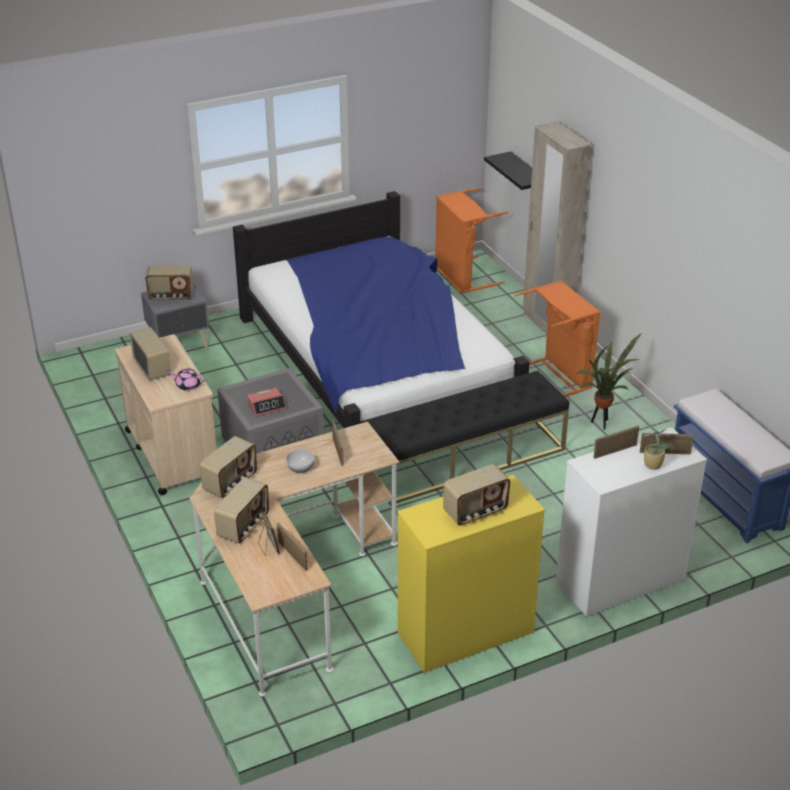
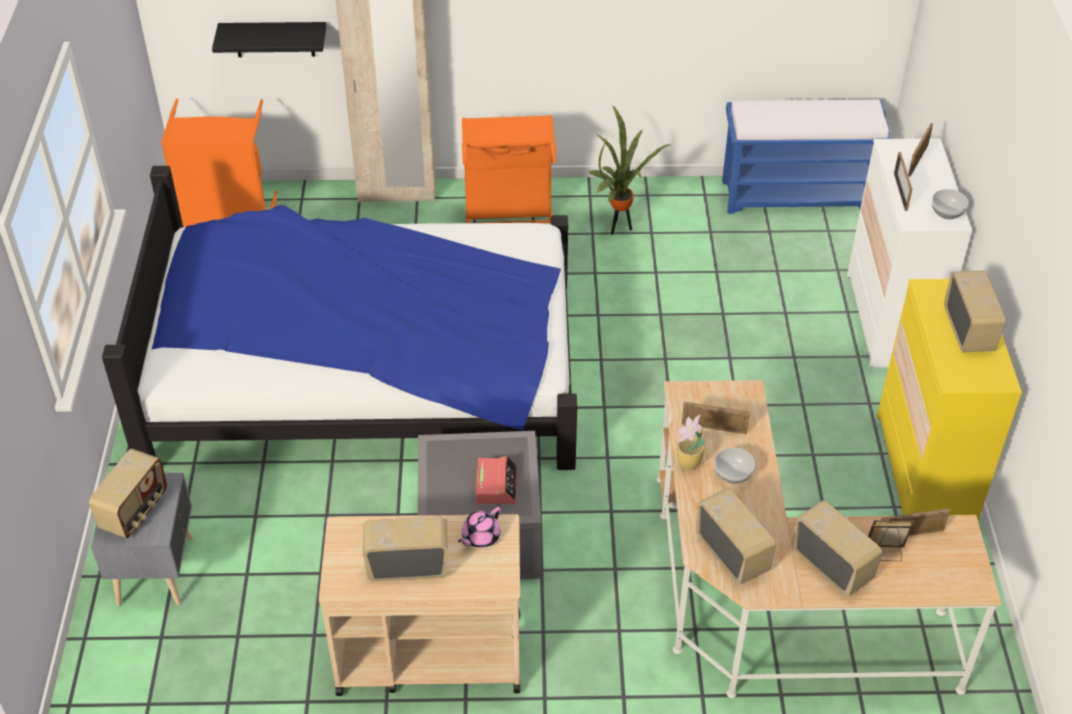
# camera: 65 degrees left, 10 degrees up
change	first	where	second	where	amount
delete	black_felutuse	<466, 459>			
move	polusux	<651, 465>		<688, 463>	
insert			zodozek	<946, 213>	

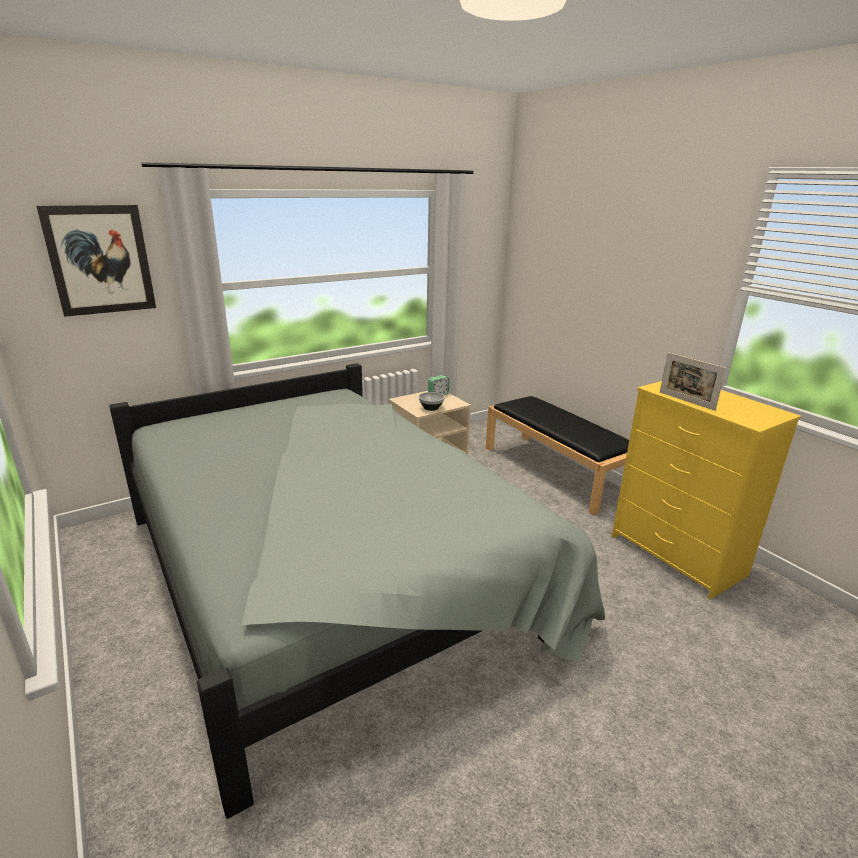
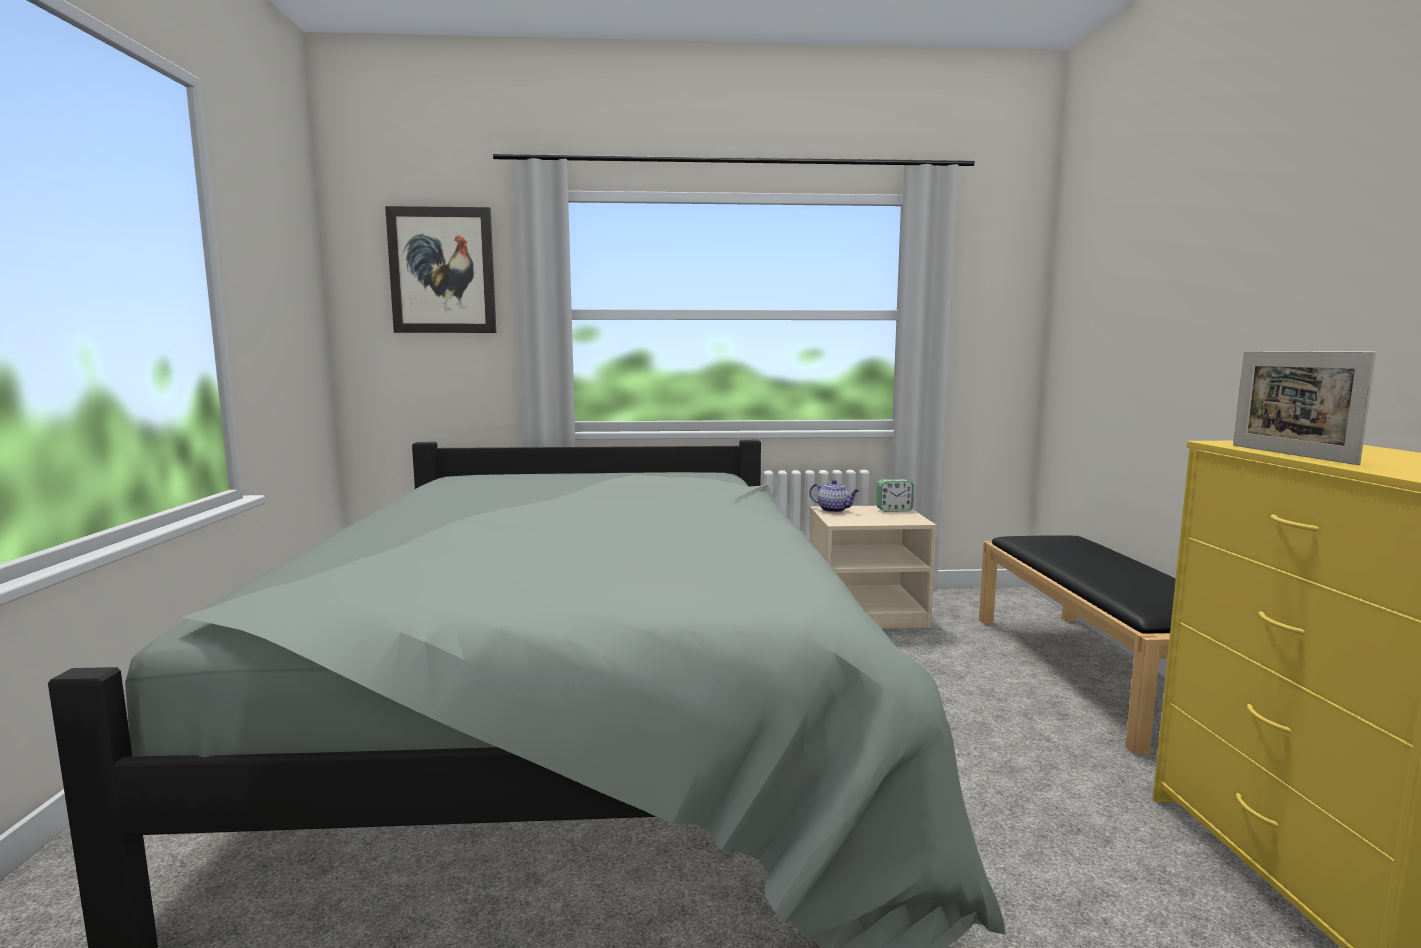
# camera: 30 degrees right, 15 degrees down
change	first	where	second	where	amount
delete	zodozek	<430, 408>			
insert			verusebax	<834, 510>	

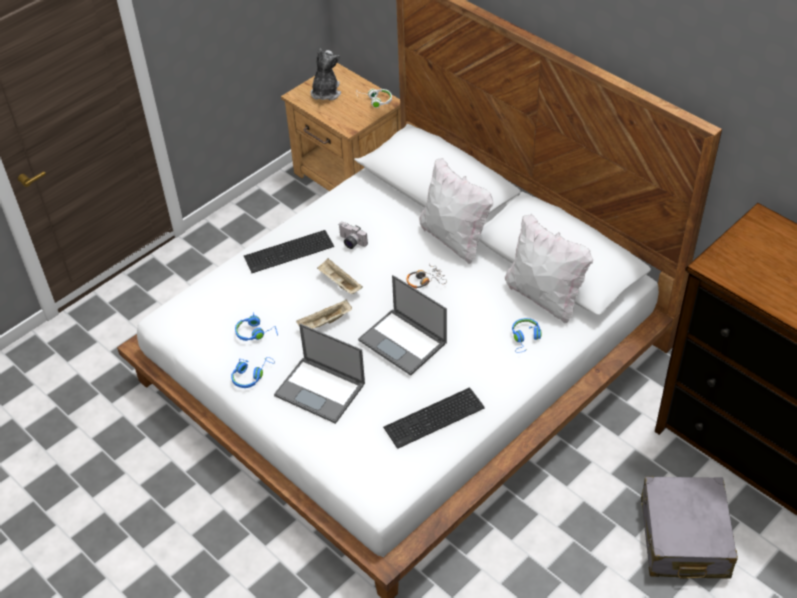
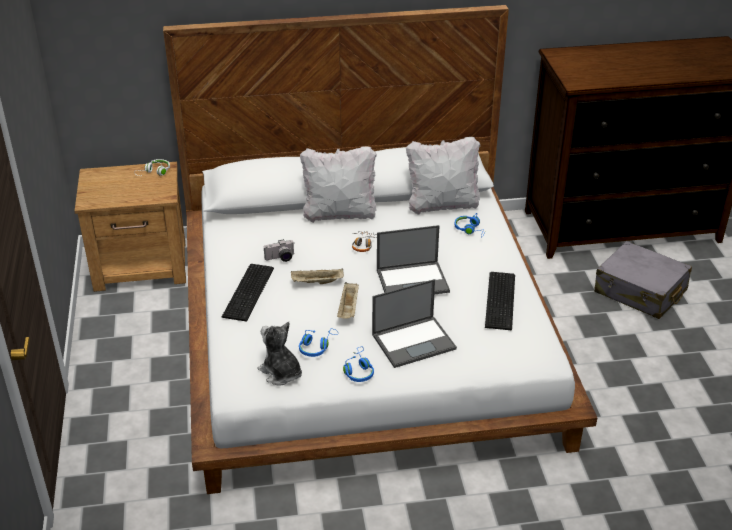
# camera: 55 degrees left, 10 degrees down
change	first	where	second	where	amount
move	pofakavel	<325, 92>		<281, 373>	

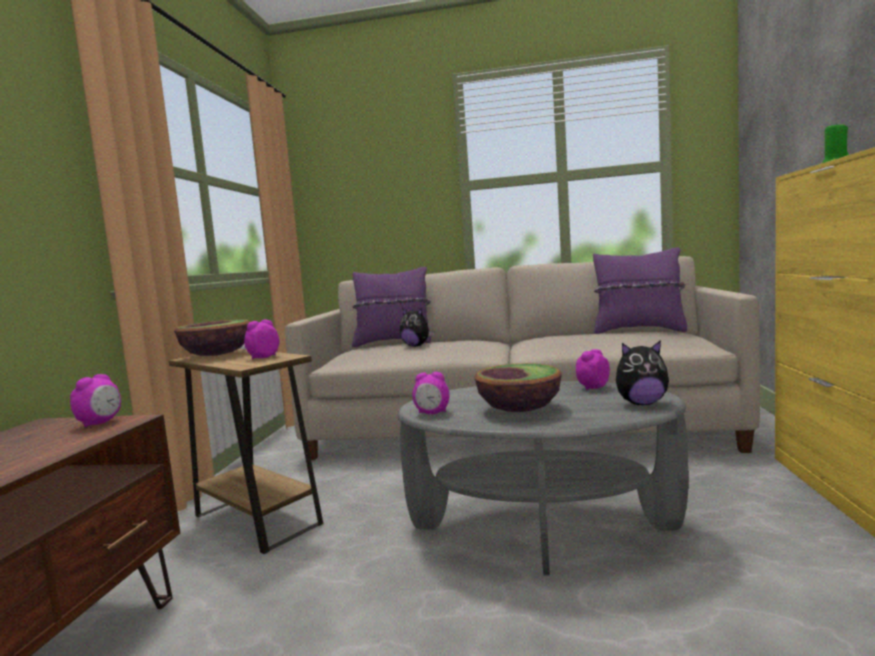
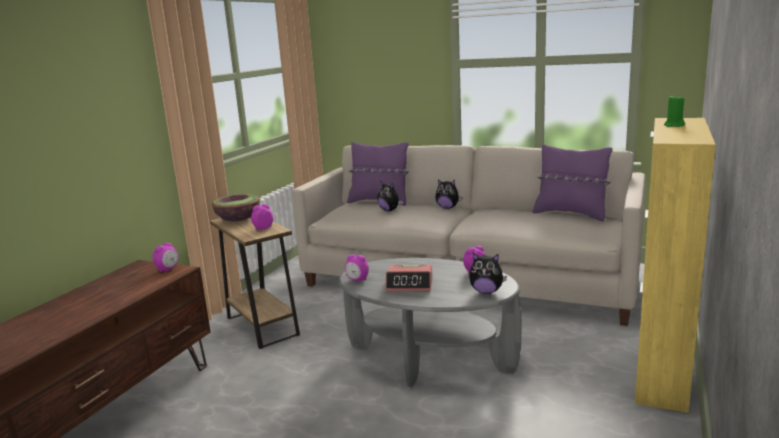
# camera: 15 degrees right, 10 degrees up
change	first	where	second	where	amount
replace	zodozek	<519, 409>	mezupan	<410, 285>	
insert			pofakavel	<448, 208>	

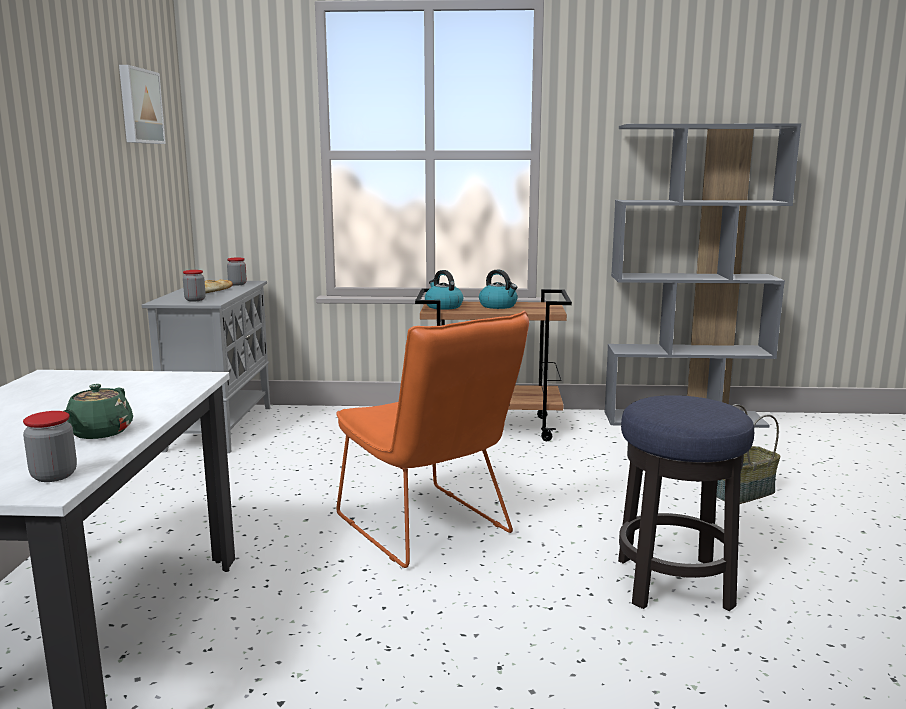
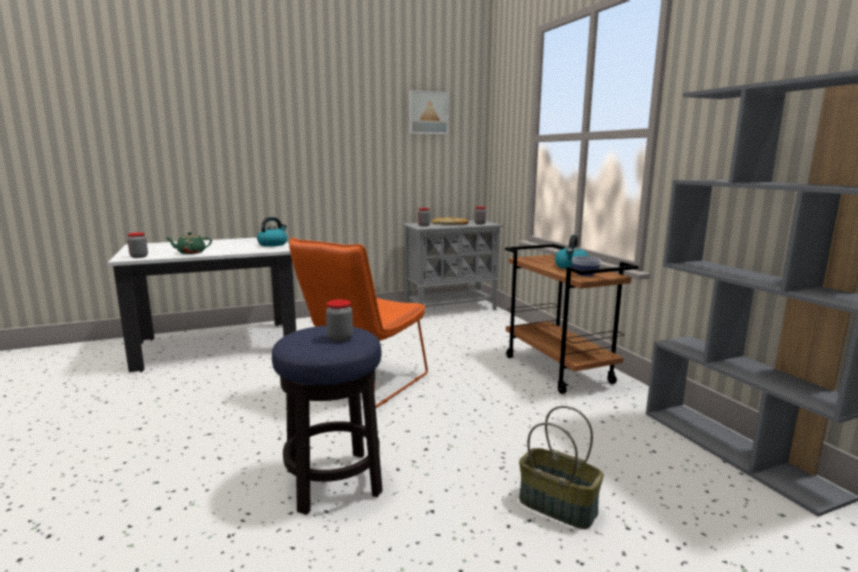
# camera: 65 degrees right, 0 degrees up
change	first	where	second	where	amount
move	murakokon	<443, 306>		<273, 244>	
insert			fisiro	<340, 338>	
insert			zodozek	<585, 274>	

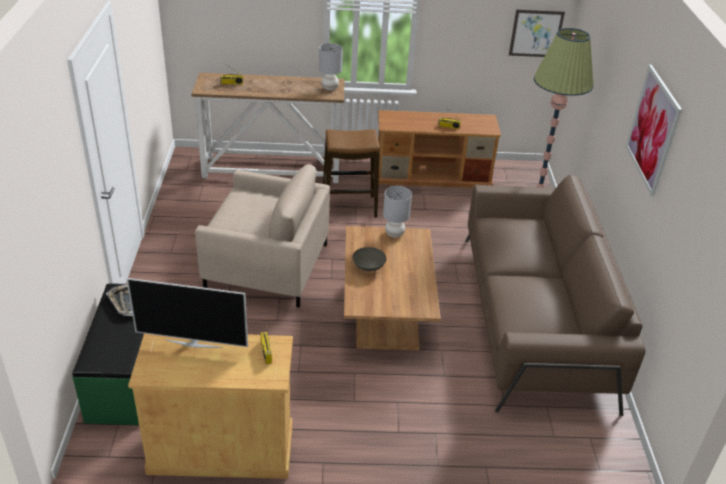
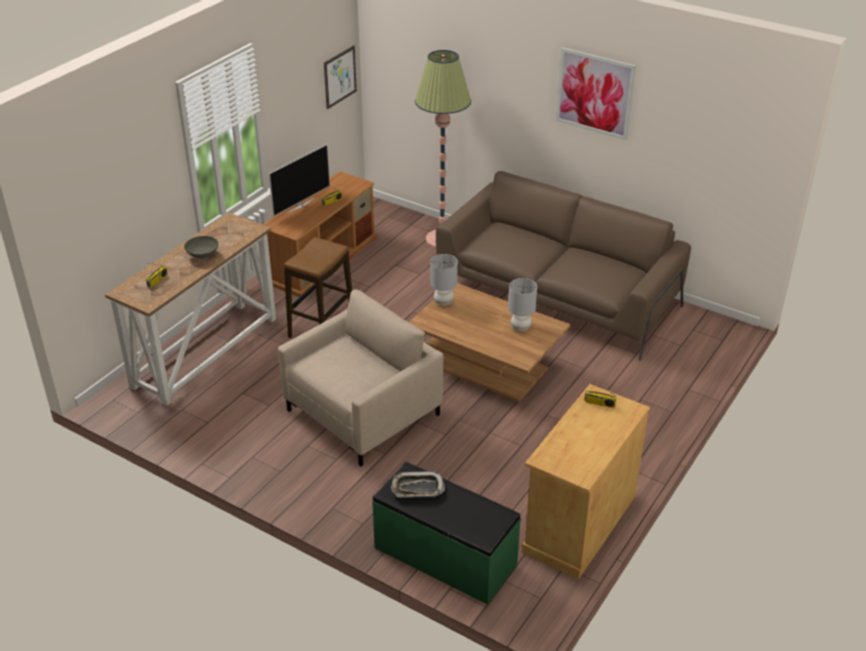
# camera: 55 degrees left, 0 degrees up
change	first	where	second	where	amount
move	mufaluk	<193, 343>		<300, 205>	
move	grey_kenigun	<330, 88>		<520, 327>	
move	grey_zodozek	<368, 267>		<202, 255>	

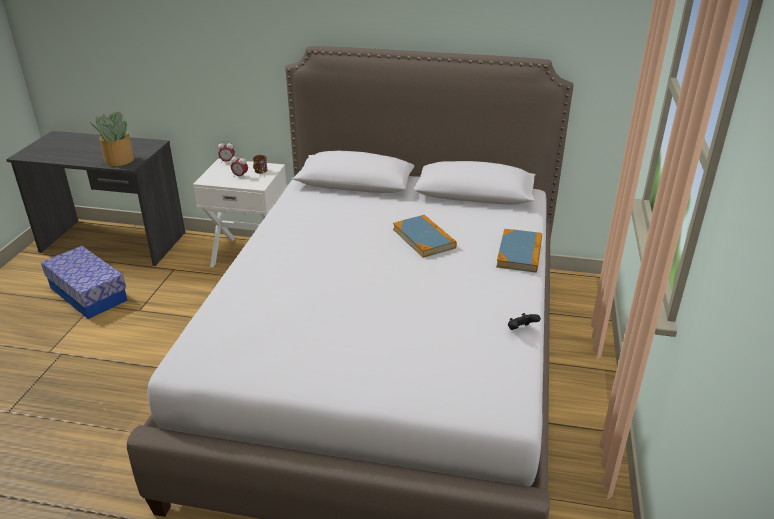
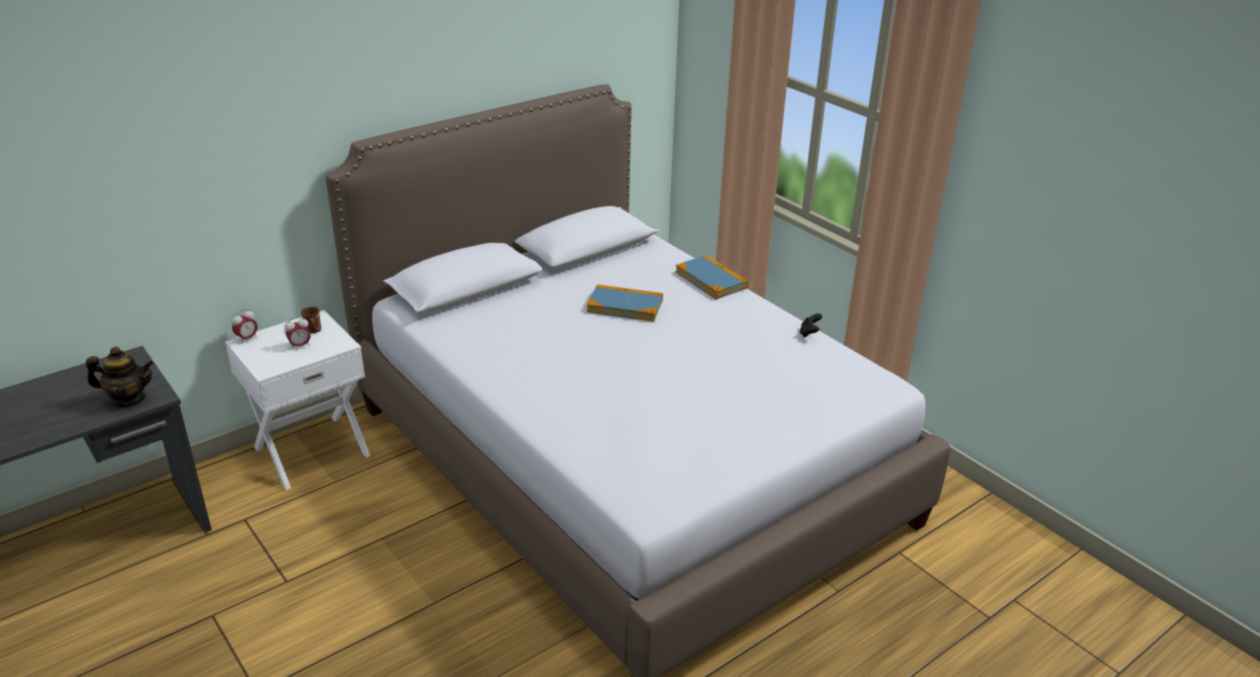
# camera: 50 degrees left, 0 degrees up
change	first	where	second	where	amount
delete	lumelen	<88, 294>			
replace	polusux	<118, 160>	verusebax	<128, 399>	

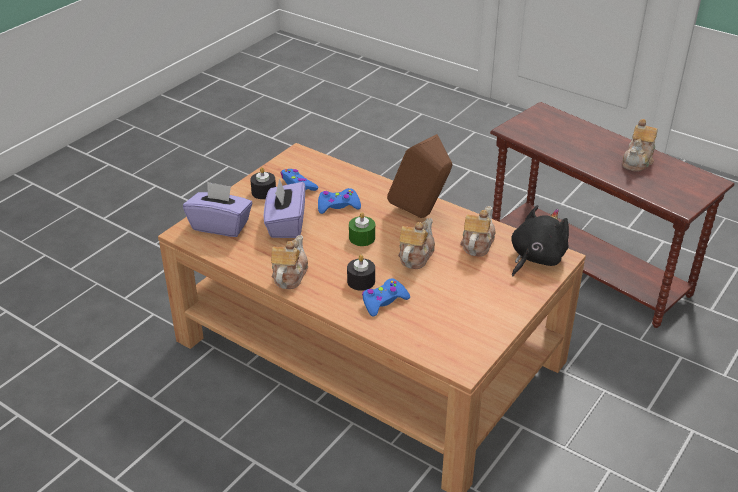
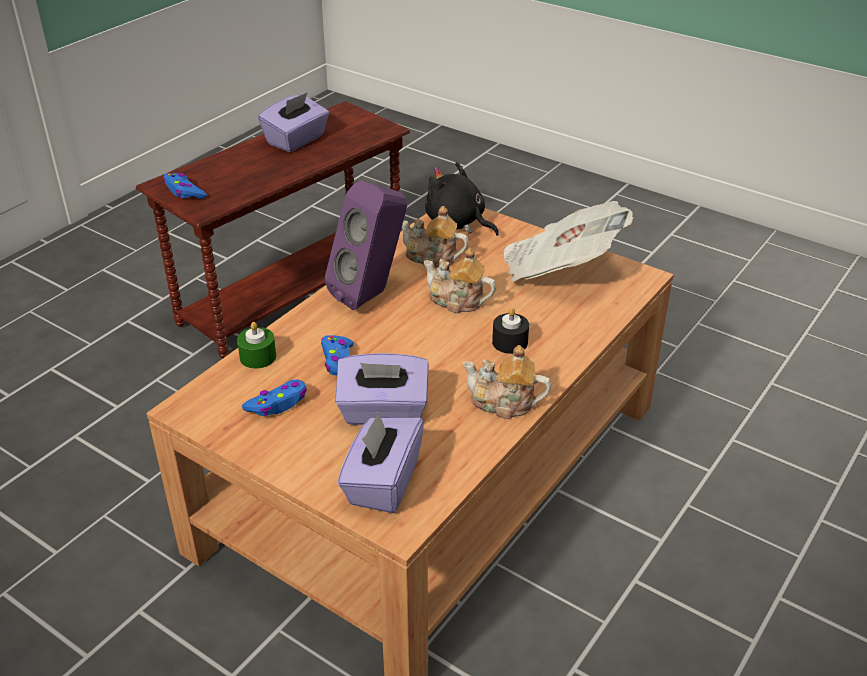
# camera: 90 degrees left, 0 degrees up
change	first	where	second	where	amount
delete	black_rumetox	<263, 192>			
move	green_rumetox	<362, 238>		<258, 357>	
move	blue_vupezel	<384, 301>		<184, 192>	
recolor	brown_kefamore	<421, 216>	purple_kefamore	<372, 295>	
replace	verusebax	<638, 161>	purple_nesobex	<296, 140>	
insert			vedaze	<559, 269>	

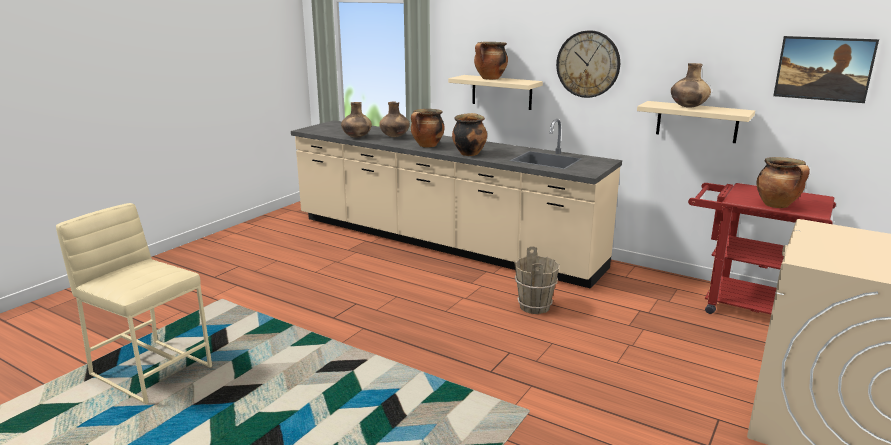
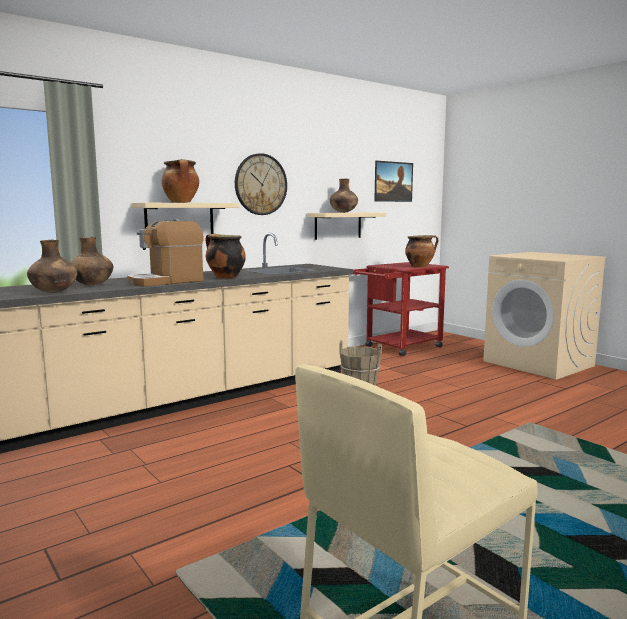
# camera: 70 degrees left, 10 degrees down
change	first	where	second	where	amount
replace	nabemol	<427, 146>	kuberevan	<166, 281>	

